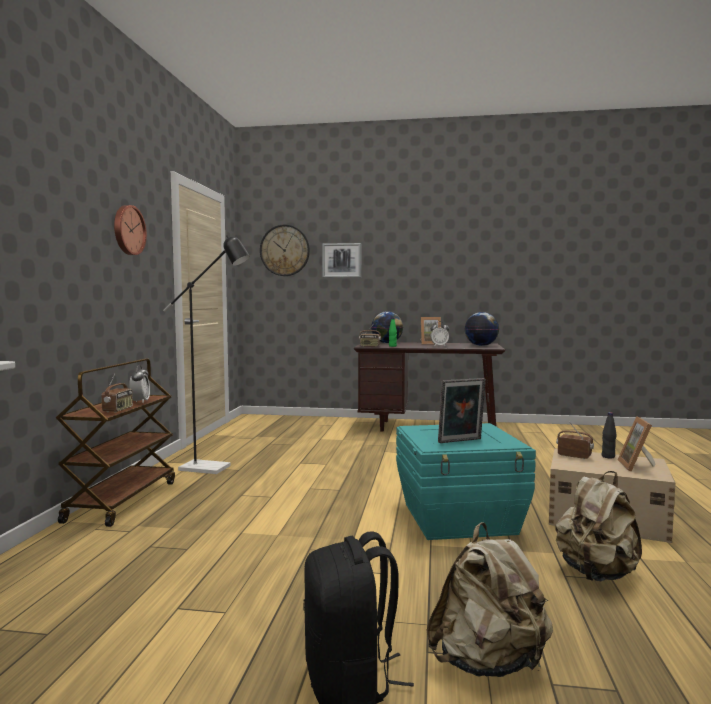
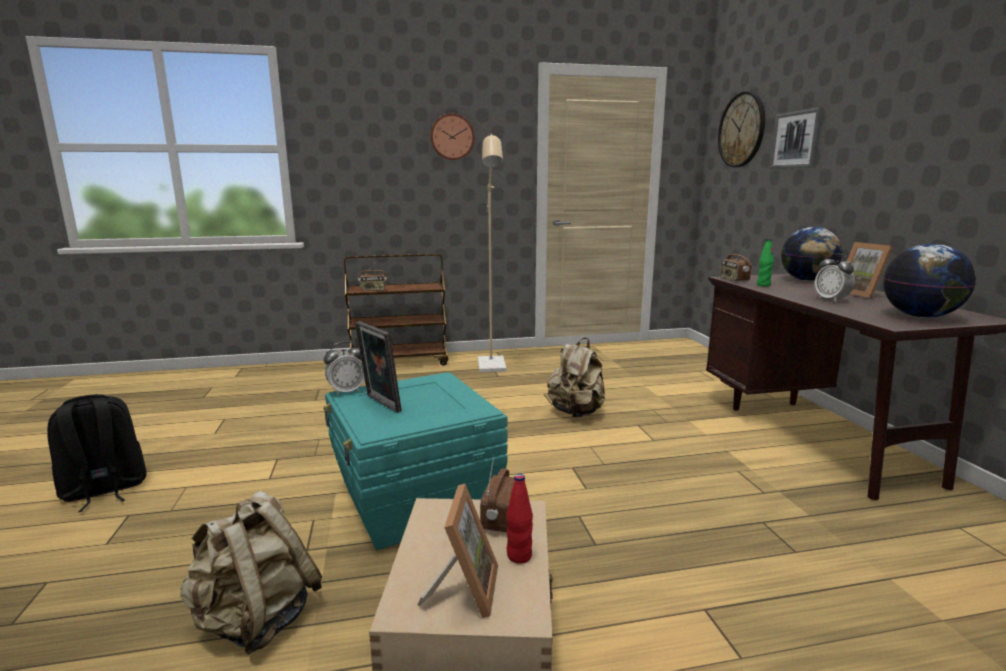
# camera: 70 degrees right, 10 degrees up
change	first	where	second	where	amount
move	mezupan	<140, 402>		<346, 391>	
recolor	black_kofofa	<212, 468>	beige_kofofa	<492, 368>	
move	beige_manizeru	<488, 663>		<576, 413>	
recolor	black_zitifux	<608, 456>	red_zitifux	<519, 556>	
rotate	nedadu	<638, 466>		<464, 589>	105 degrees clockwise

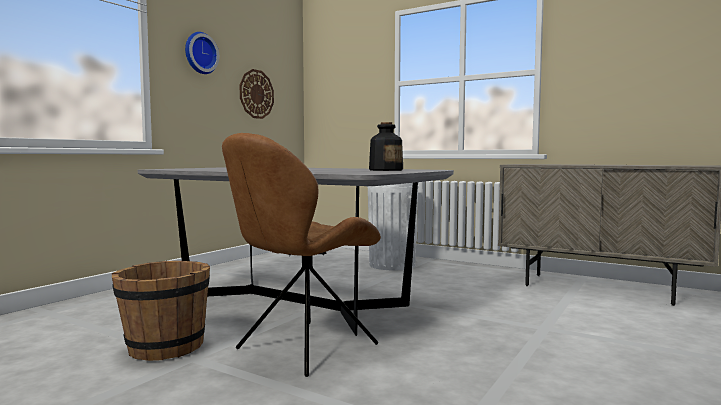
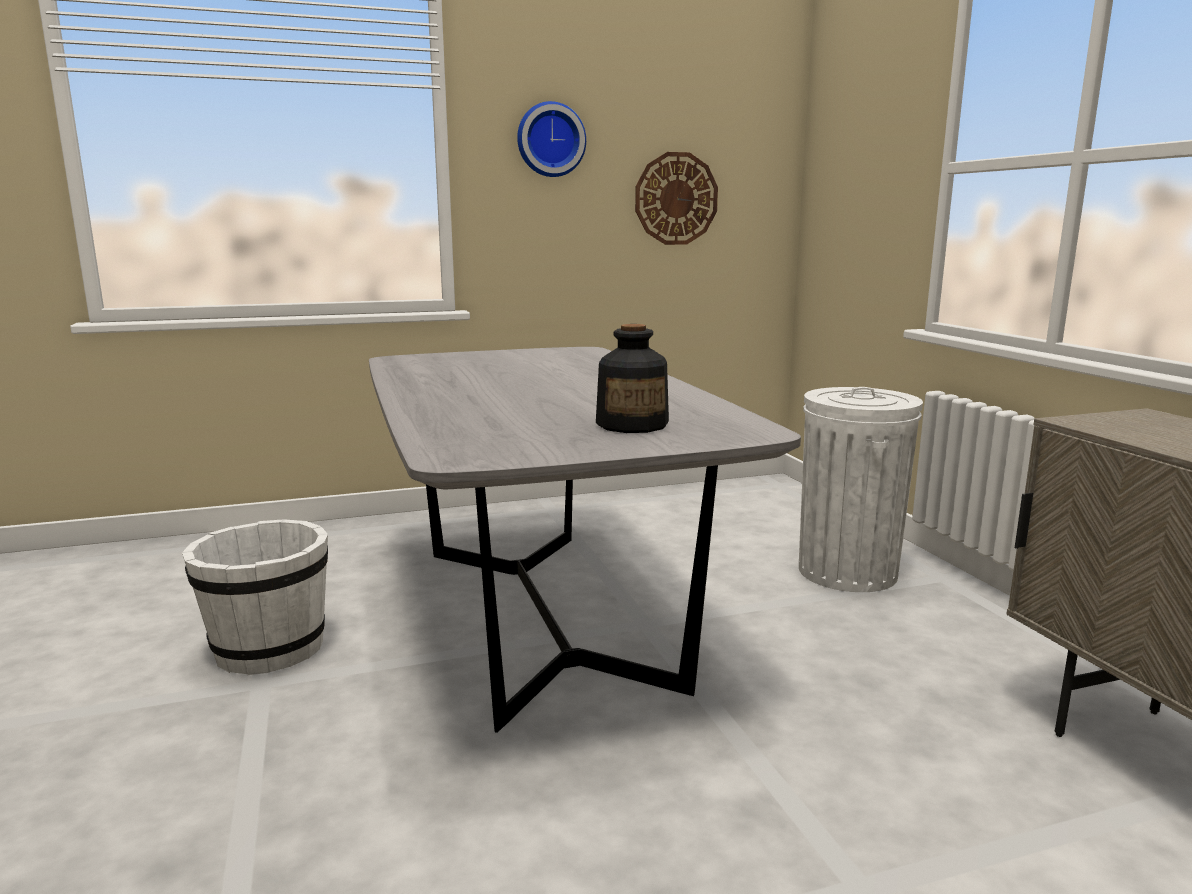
# camera: 40 degrees right, 10 degrees up
change	first	where	second	where	amount
recolor	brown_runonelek	<164, 347>	white_runonelek	<269, 649>	
delete	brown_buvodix	<303, 348>			

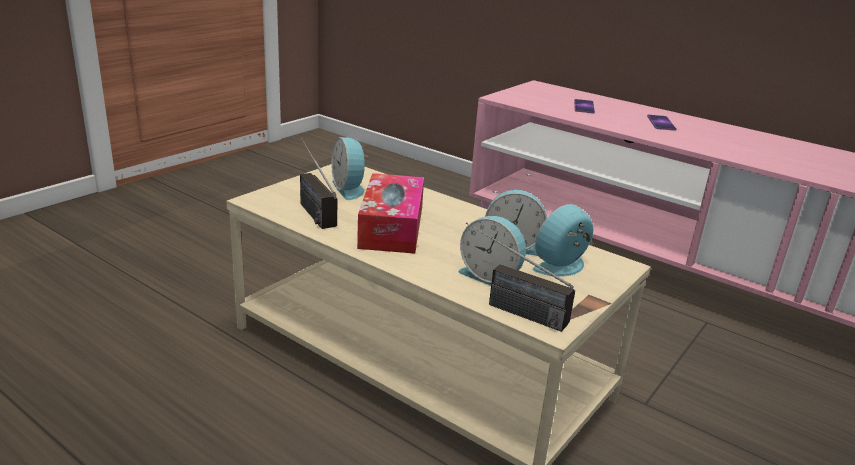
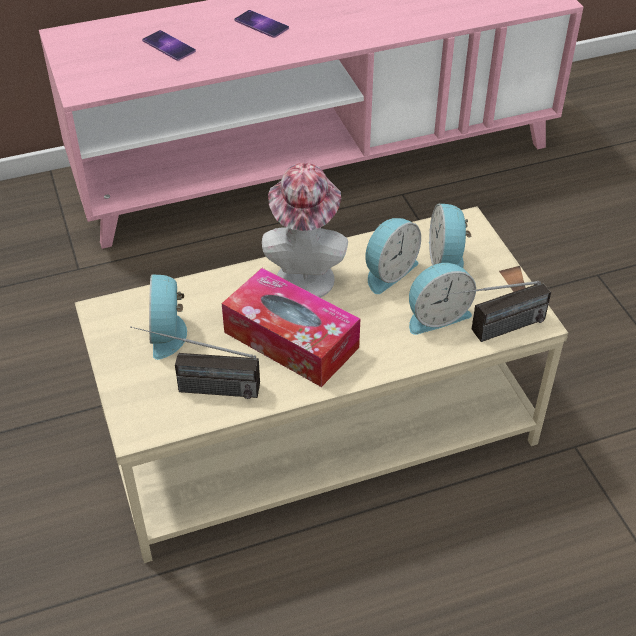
# camera: 55 degrees left, 20 degrees up
change	first	where	second	where	amount
rotate	mezupan	<350, 189>		<169, 333>	75 degrees clockwise
insert			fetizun	<305, 274>	

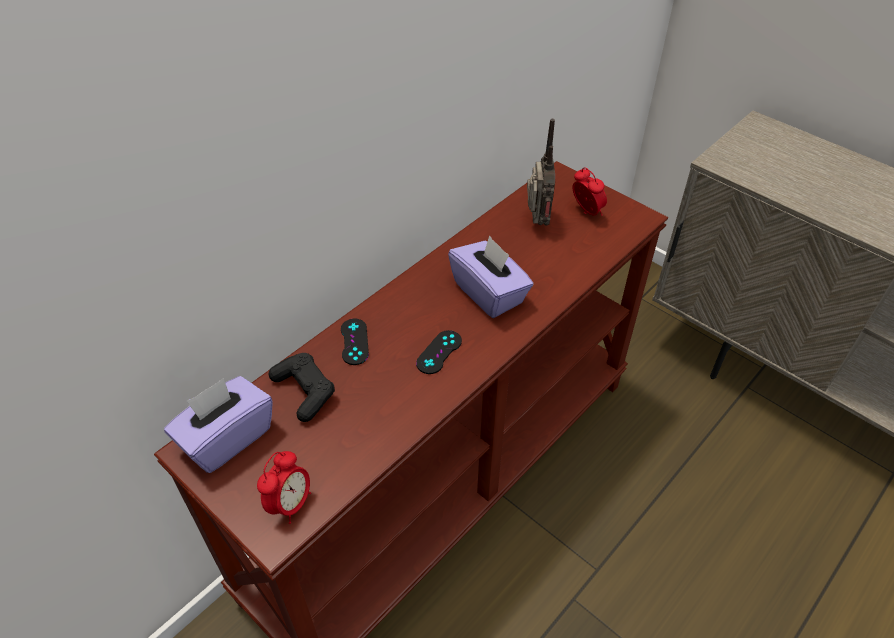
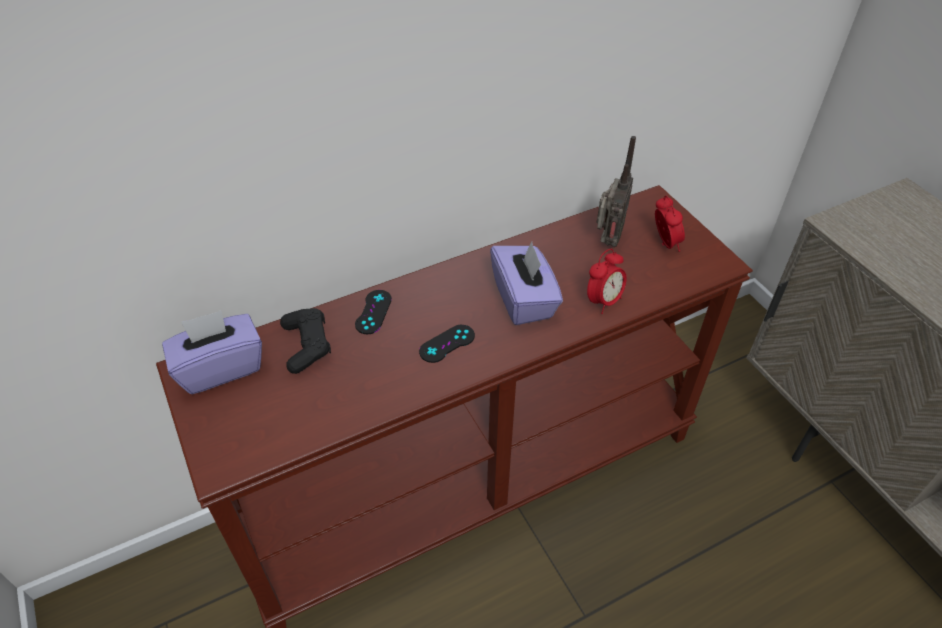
# camera: 20 degrees right, 0 degrees up
change	first	where	second	where	amount
move	mezupan	<290, 504>		<603, 301>	

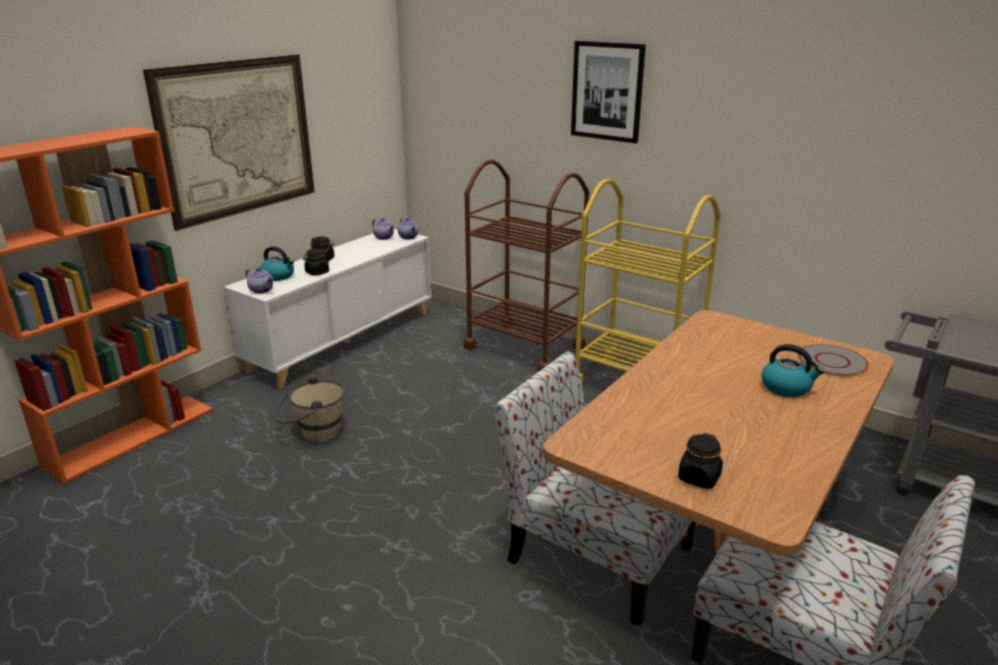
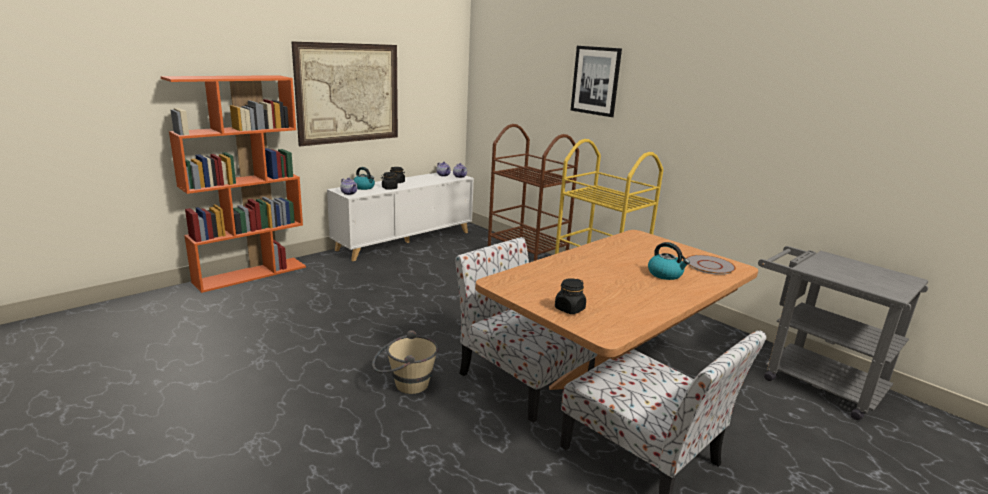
# camera: 10 degrees right, 5 degrees down
change	first	where	second	where	amount
move	beige_runonelek	<313, 434>		<404, 384>	

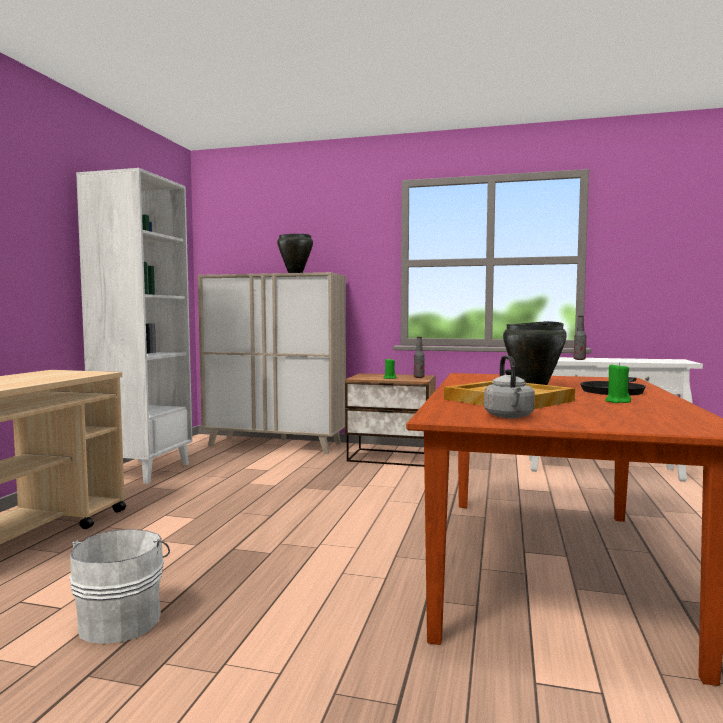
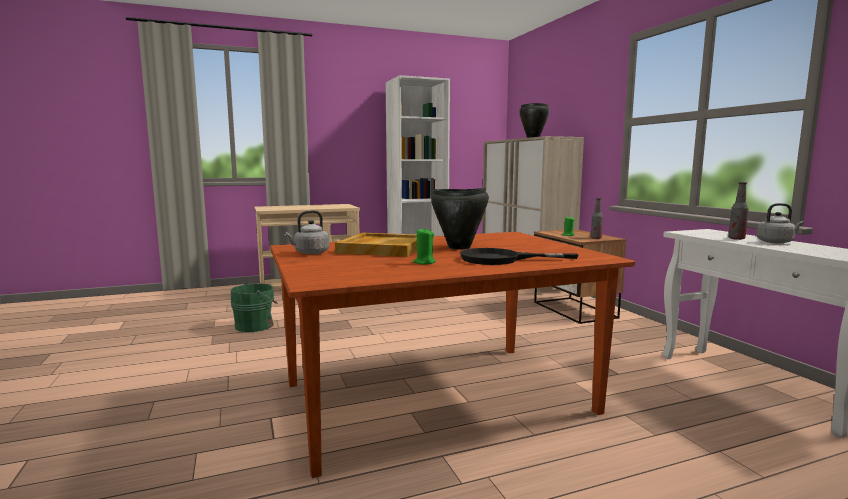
# camera: 55 degrees right, 5 degrees up
change	first	where	second	where	amount
recolor	white_runonelek	<122, 619>	green_runonelek	<256, 325>	
insert			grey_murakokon	<776, 242>	

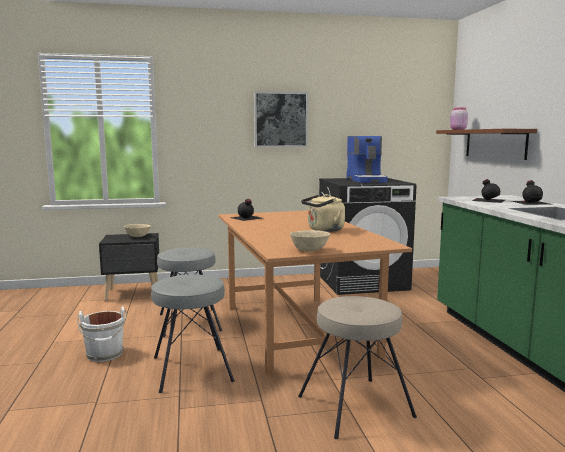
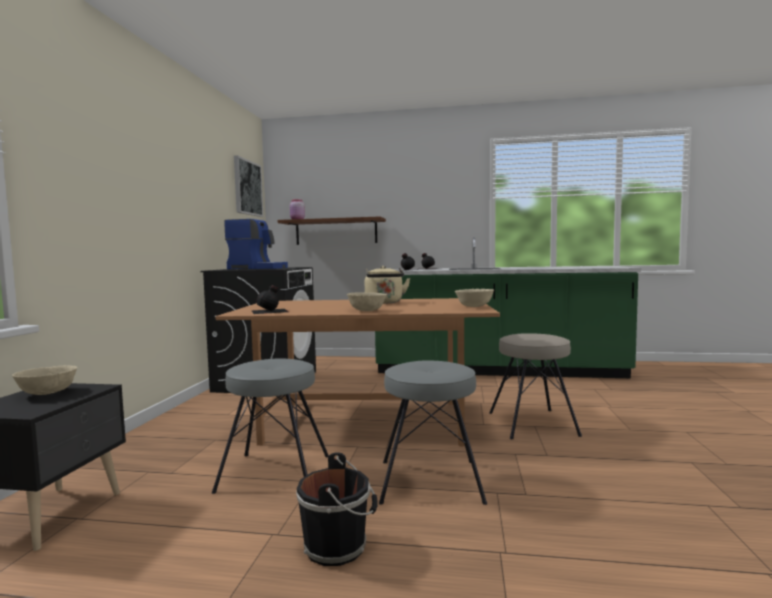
# camera: 70 degrees left, 5 degrees down
change	first	where	second	where	amount
recolor	white_runonelek	<105, 355>	black_runonelek	<338, 546>	
move	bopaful	<280, 119>		<247, 188>	
insert			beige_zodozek	<367, 311>	

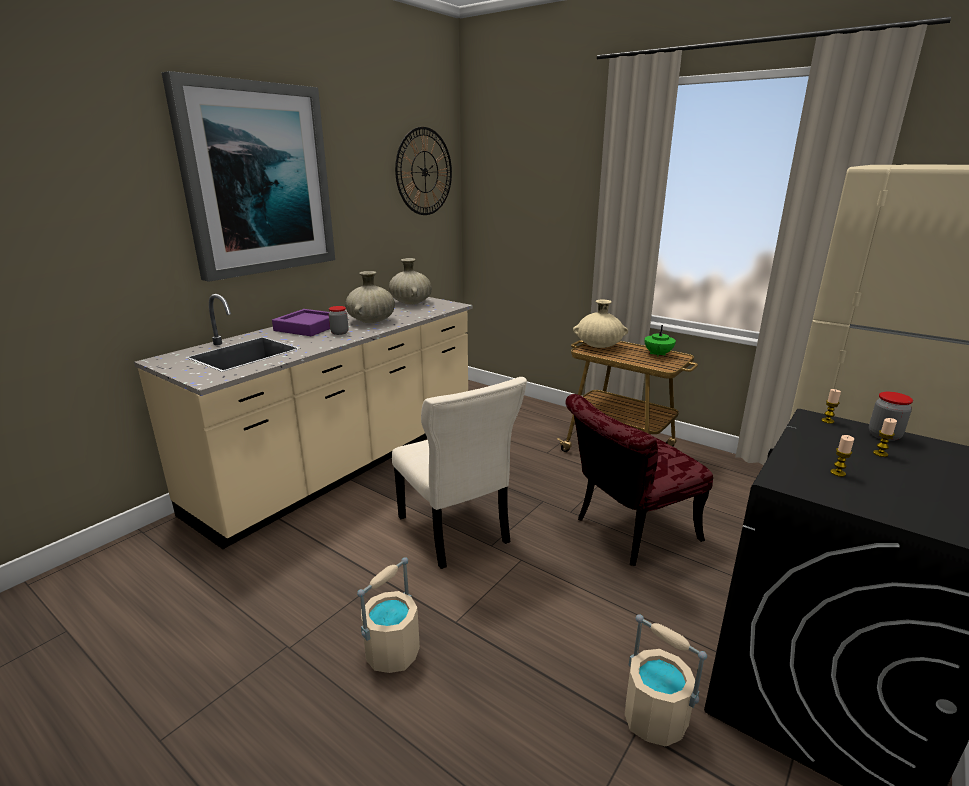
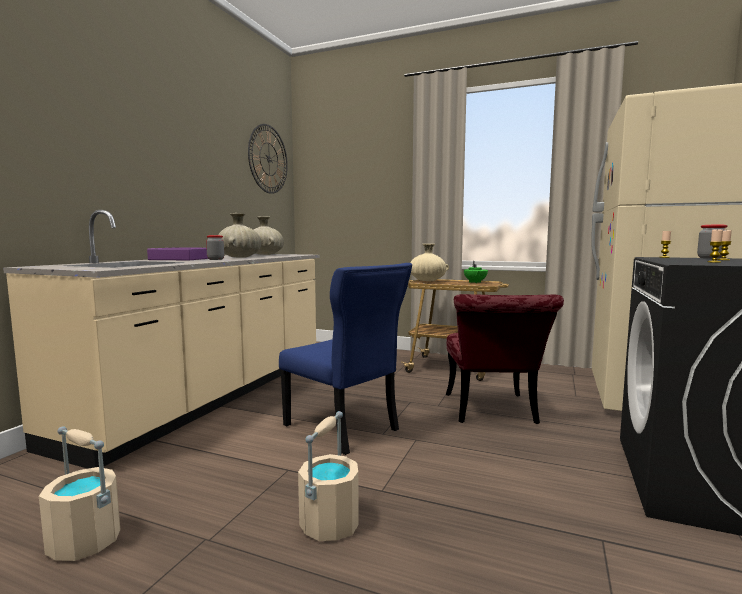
# camera: 15 degrees left, 15 degrees down
change	first	where	second	where	amount
delete	bopaful	<257, 180>			
recolor	beige_buvodix	<455, 532>	blue_buvodix	<343, 429>	
rotate	red_buvodix	<627, 532>		<493, 412>	45 degrees counterclockwise
move	beige_runonelek	<655, 719>		<85, 541>	

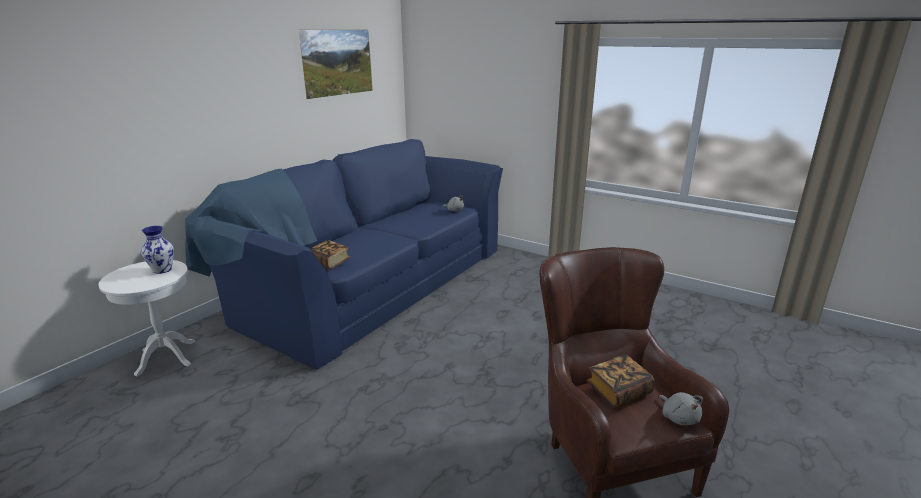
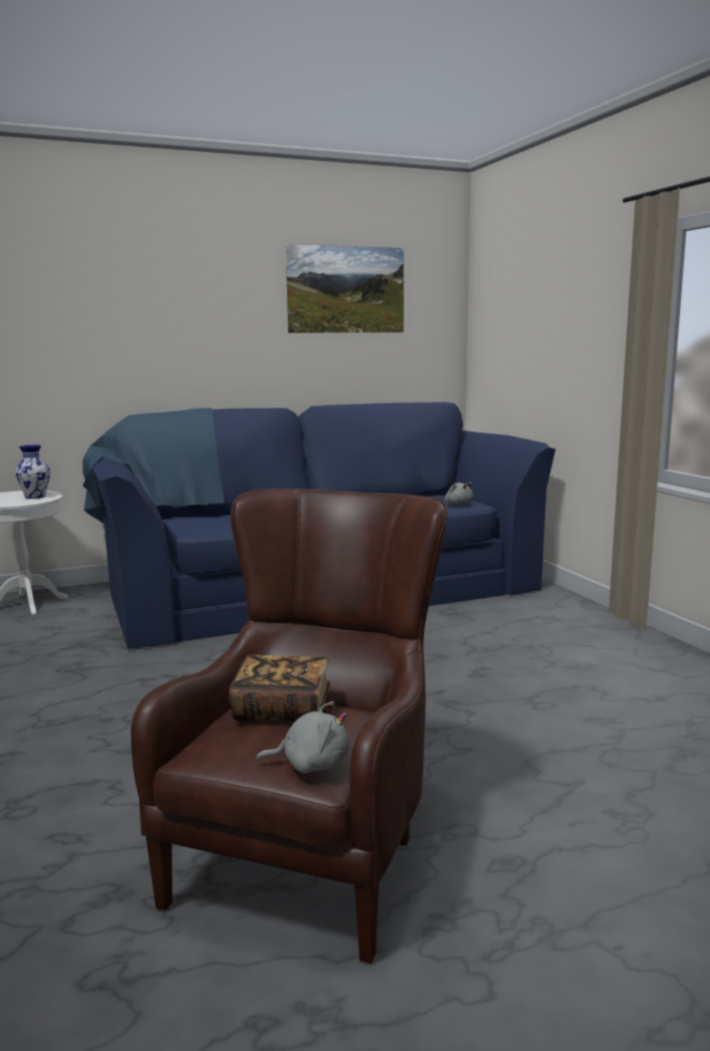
# camera: 35 degrees right, 10 degrees down
change	first	where	second	where	amount
delete	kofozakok	<329, 262>			
rotate	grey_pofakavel	<679, 417>		<311, 764>	105 degrees counterclockwise

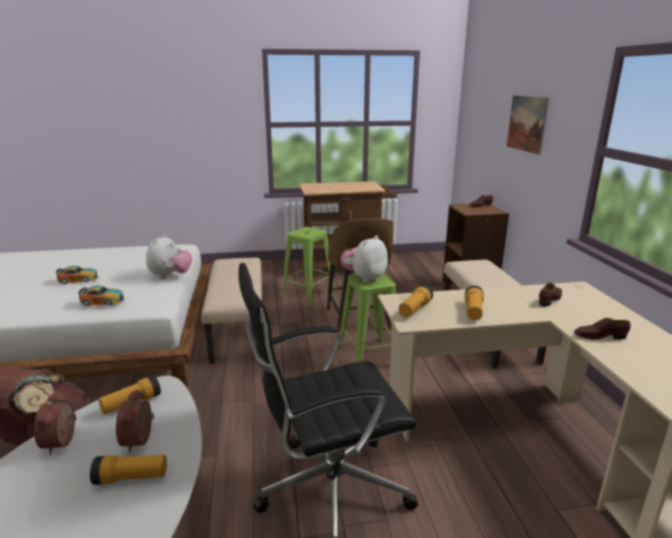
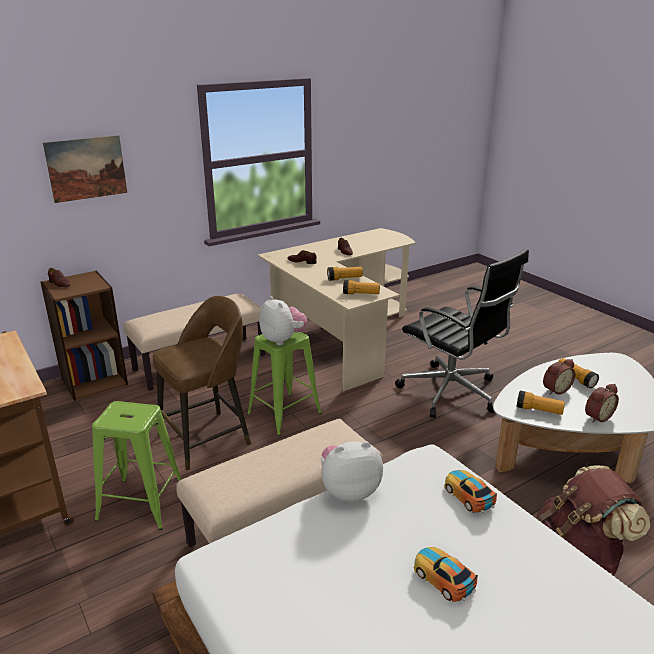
# camera: 115 degrees left, 5 degrees up
change	first	where	second	where	amount
rotate	pofakavel	<364, 278>		<283, 340>	135 degrees counterclockwise

